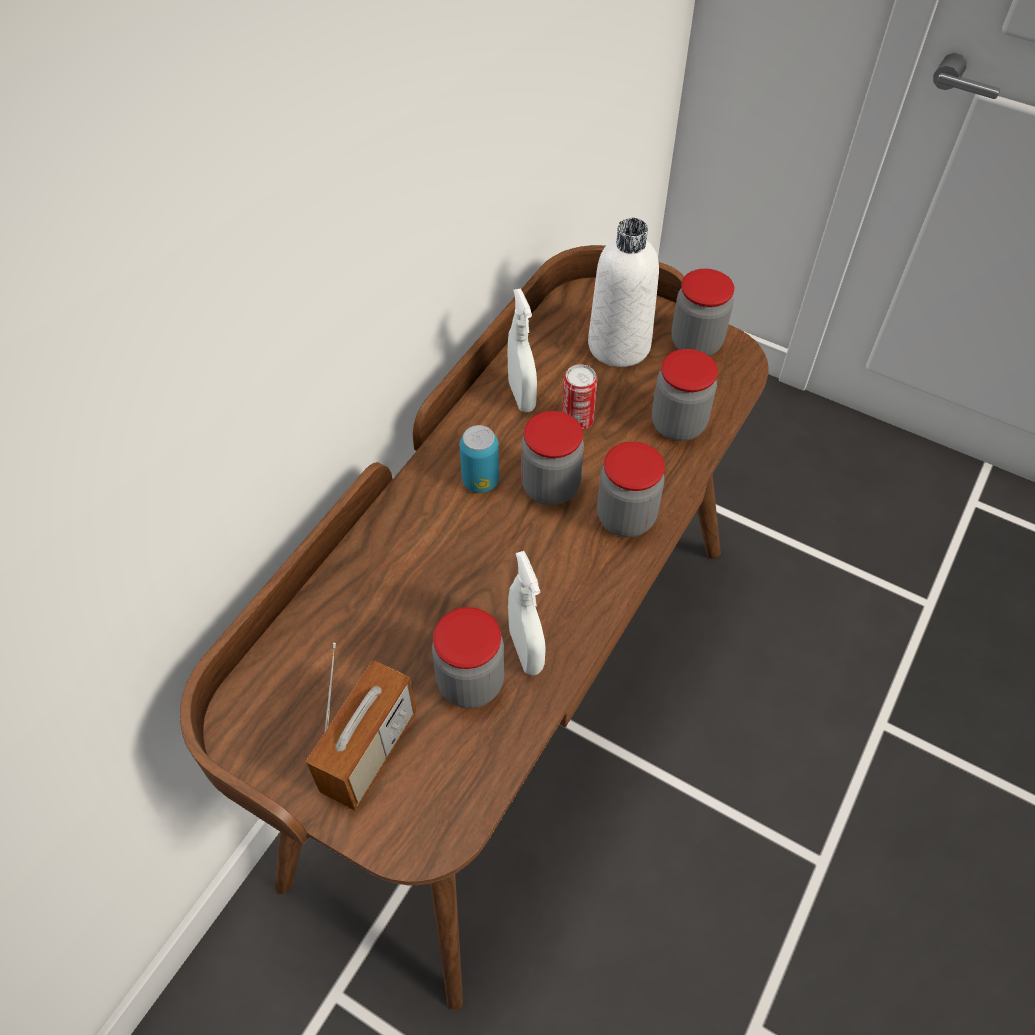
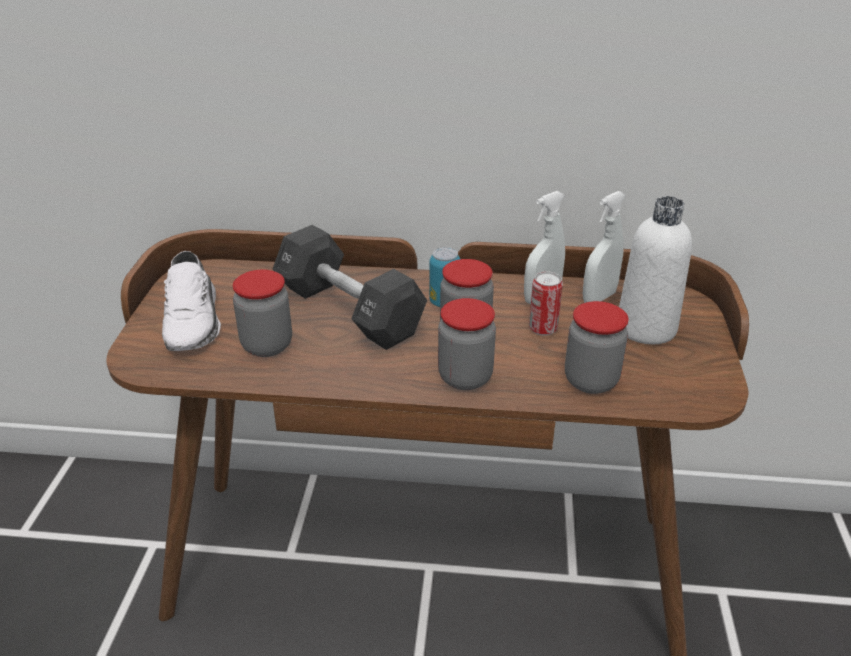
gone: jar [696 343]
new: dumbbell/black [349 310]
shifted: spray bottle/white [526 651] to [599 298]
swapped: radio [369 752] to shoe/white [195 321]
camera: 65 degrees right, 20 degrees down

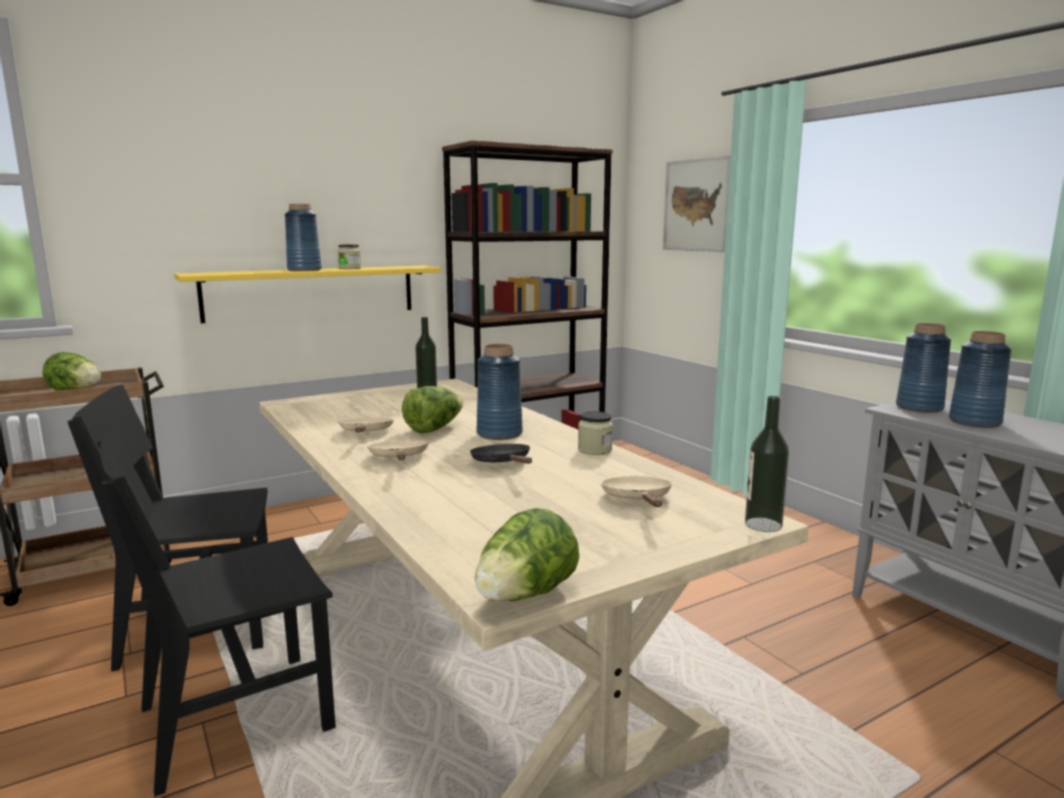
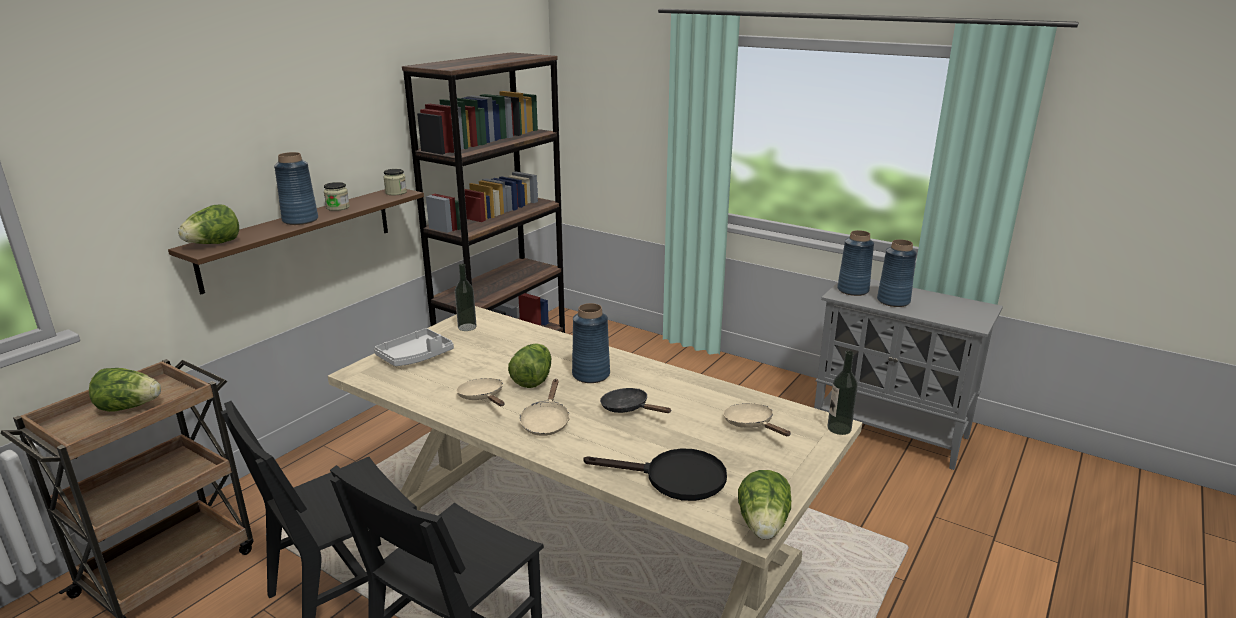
gone: picture [696 205]
new: lettuce [214 244]; tray/grey [415 357]; frying pan/black [674 478]
shifted: jar [594 450] to [396 192]
repainted: shelf/yellow [311 292] to shelf/brown [299 237]
rotated: frying pan/beige [399 458] = [546 422] 135 degrees counterclockwise
camera: 25 degrees left, 10 degrees up

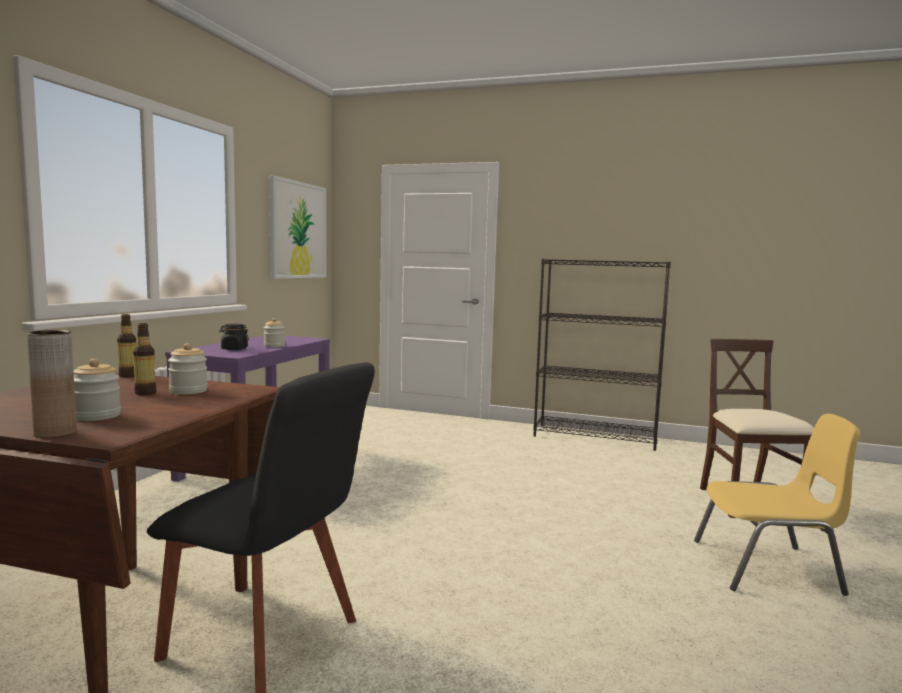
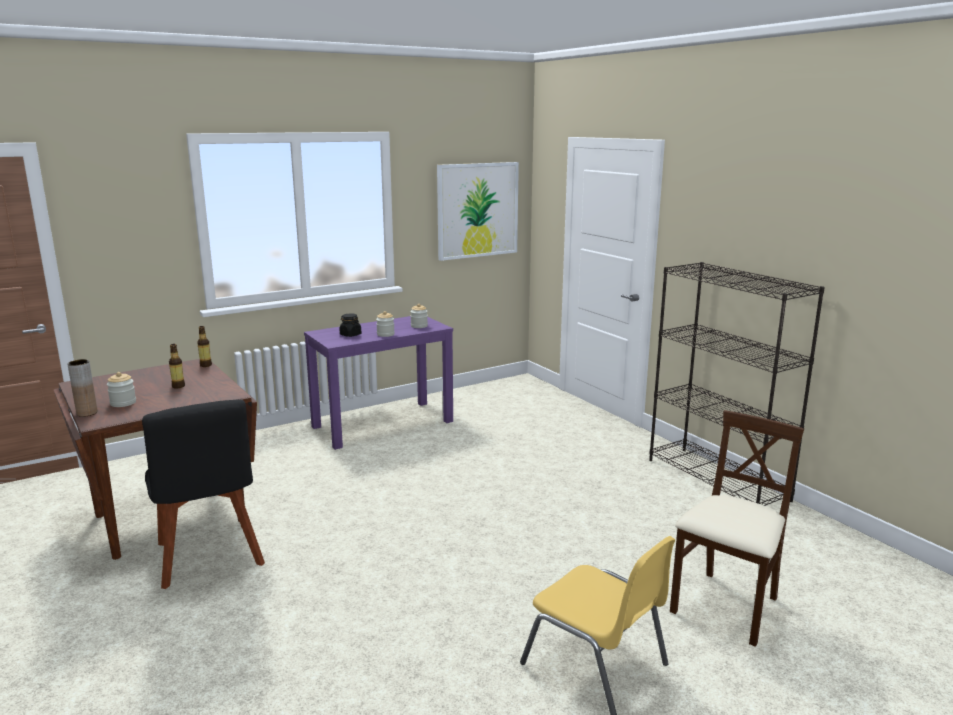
shifted: jar [188 391] to [419 326]
camera: 40 degrees right, 10 degrees up

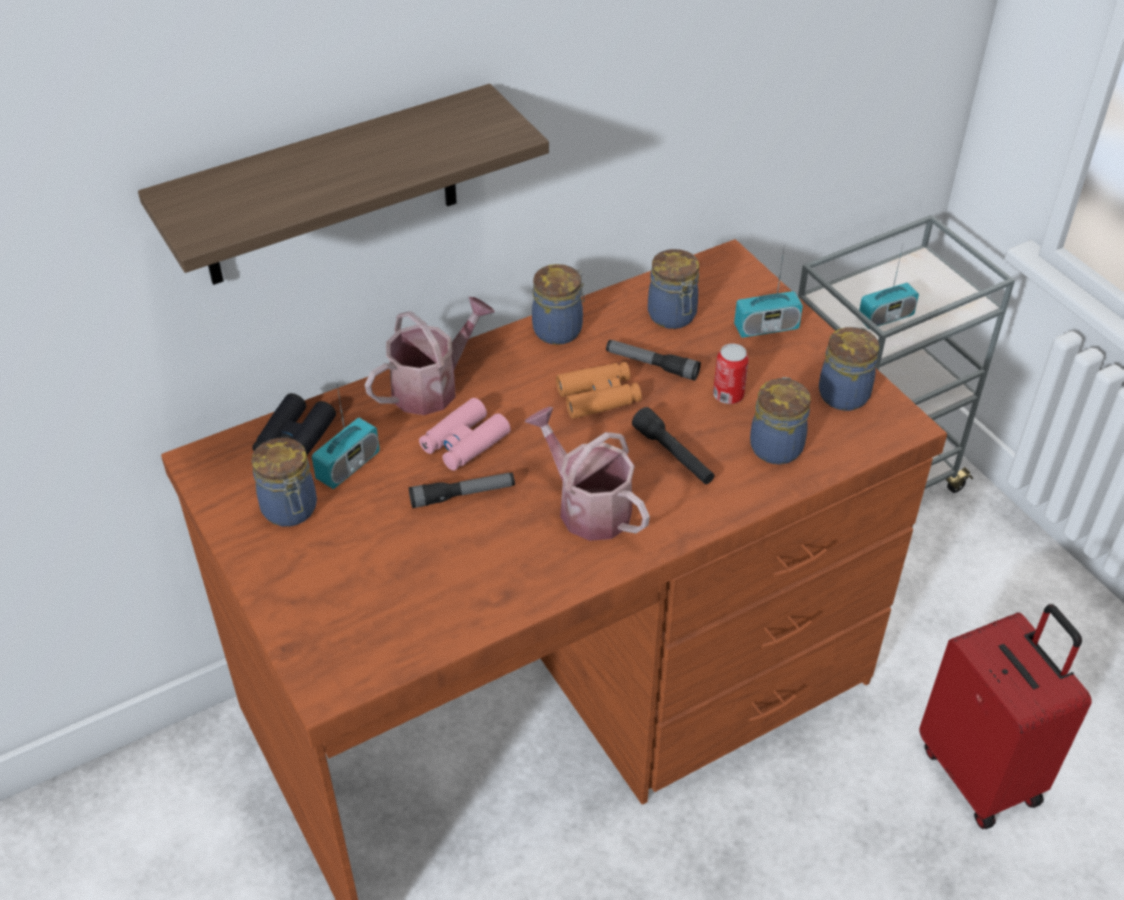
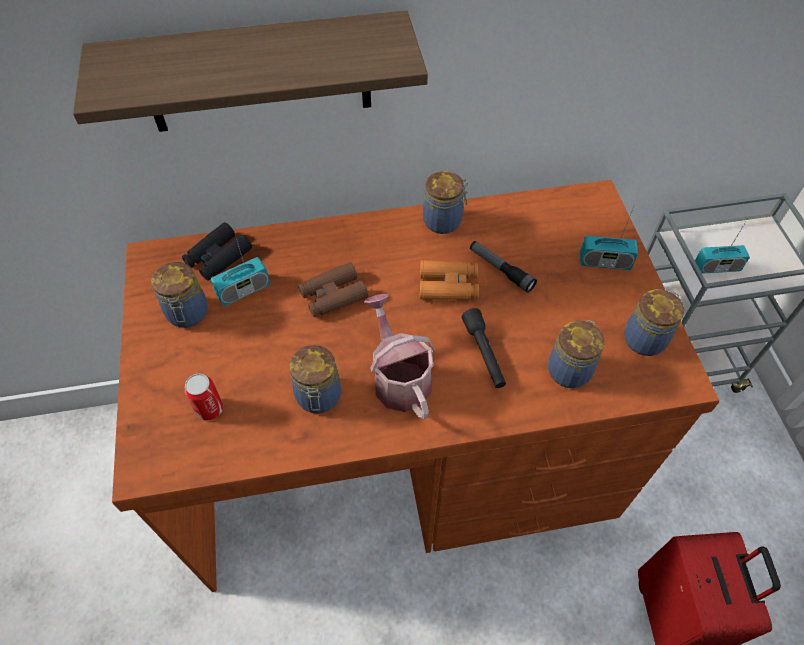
gone: watering can [432 386]; flashlight [462 495]
shifted: jar [672 317] to [318 397]; can [728 395] to [209 409]
repainted: binoculars/pink [464 443] to binoculars/brown [333 295]
camera: 20 degrees right, 10 degrees up

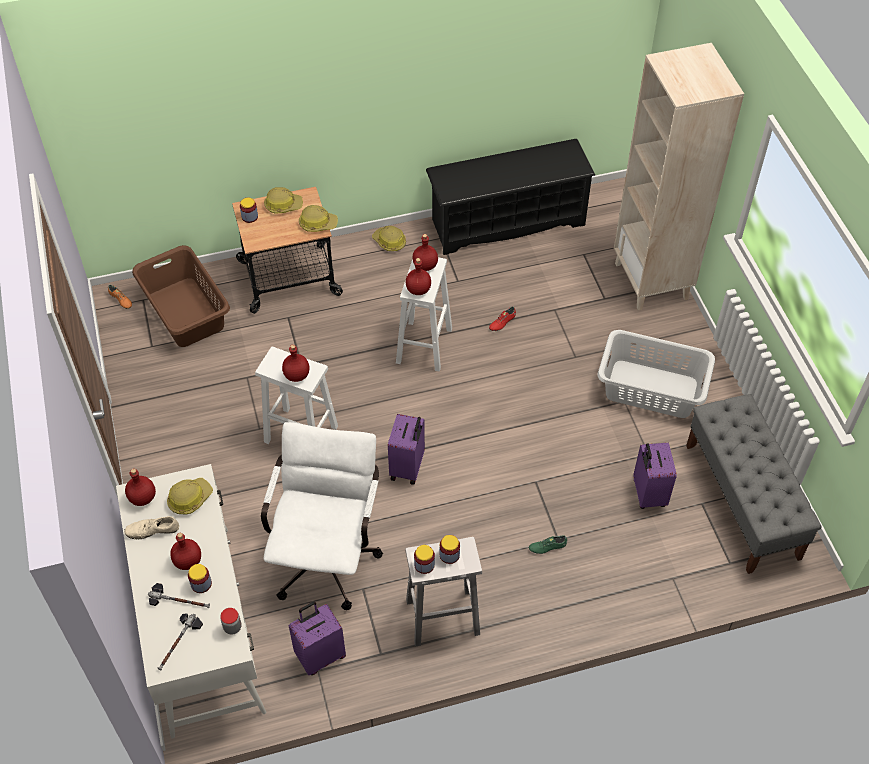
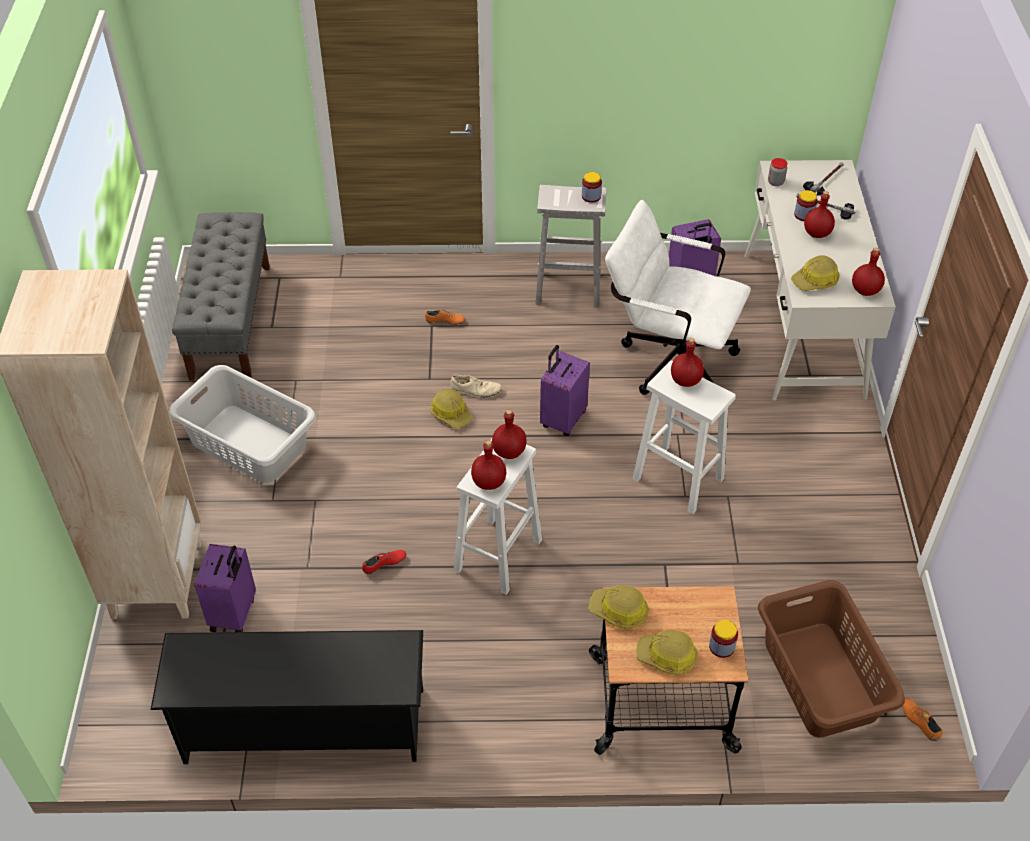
gone: jar [449 555]
shifted: hard hat [389 242] to [451 413]; suitcase/purple [648 494] to [234 614]; shoe/beige [152 530] to [476 390]
repainted: shoe/green [547 547] to shoe/orange [445 321]
rotated: office chair/white [327 553] = [668 358] 90 degrees clockwise
camera: 165 degrees left, 5 degrees down

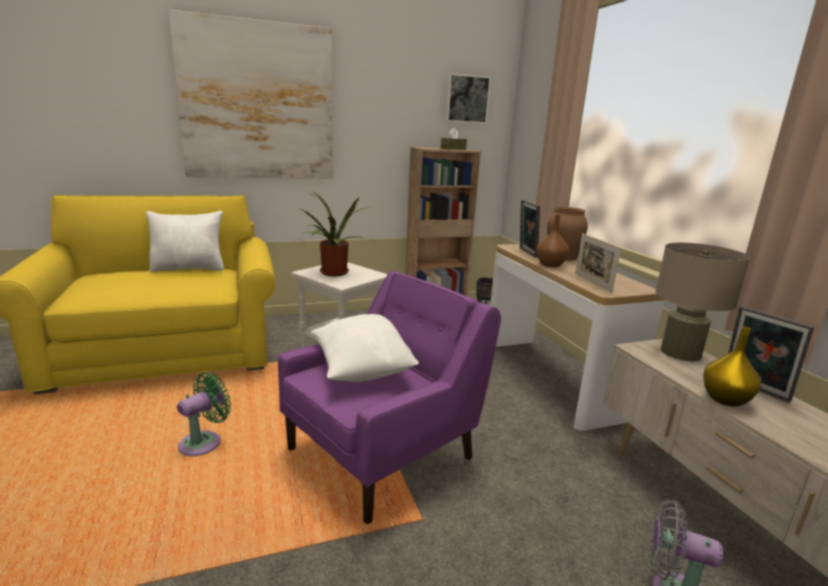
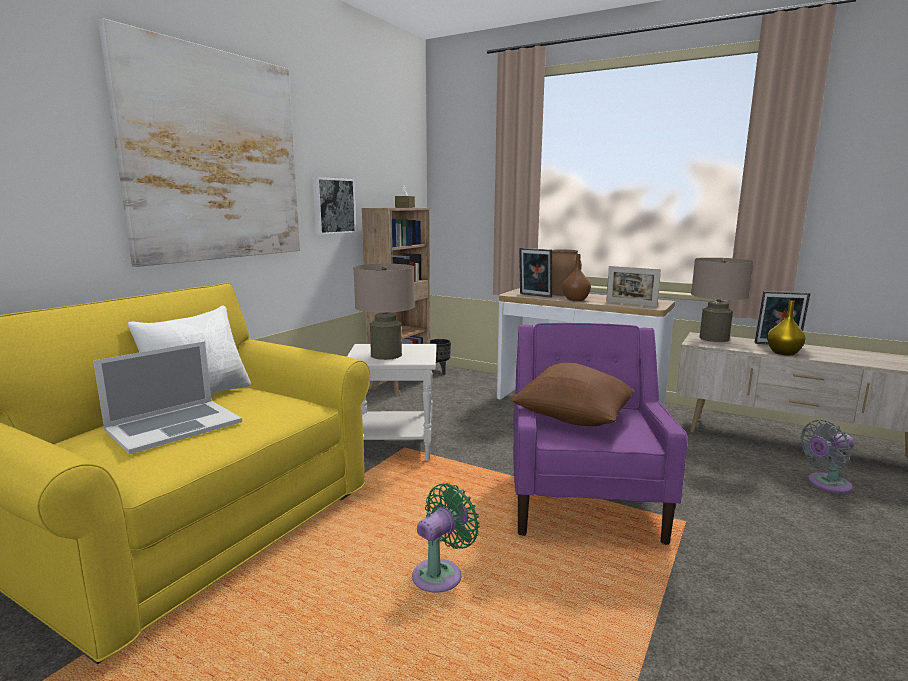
new: laptop [174 425]
shifted: picture [466 99] to [333 206]
swapped: potted plant [333 273] to table lamp/beige [386 355]
repainted: pillow/white [362 369] to pillow/brown [572 419]
rotated: fan/green [204 442] = [441 574] 45 degrees clockwise
camera: 40 degrees left, 5 degrees down

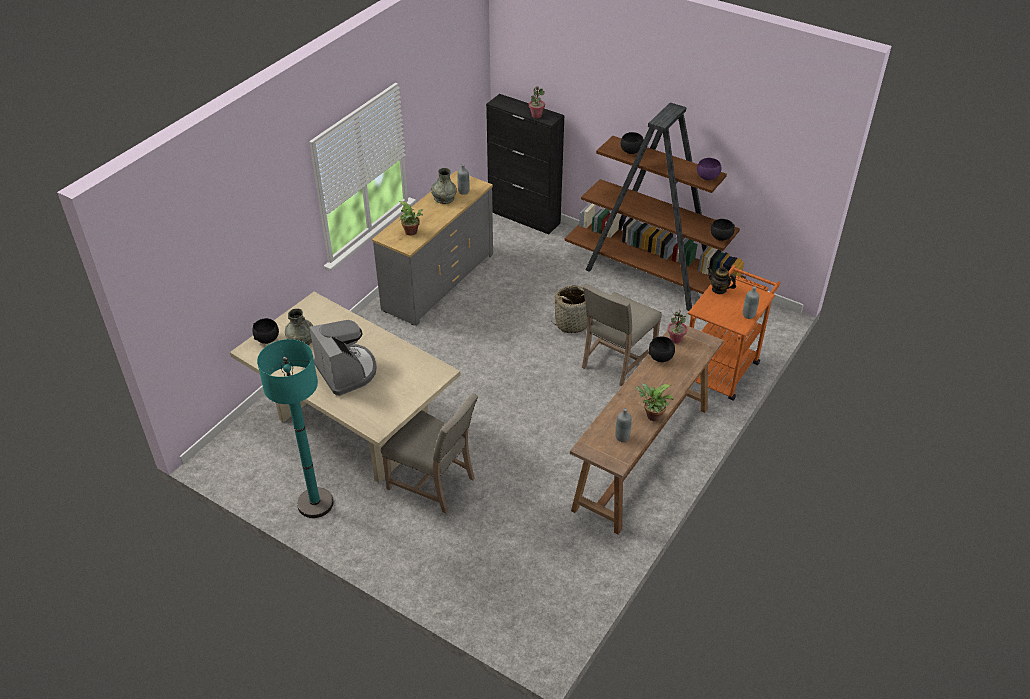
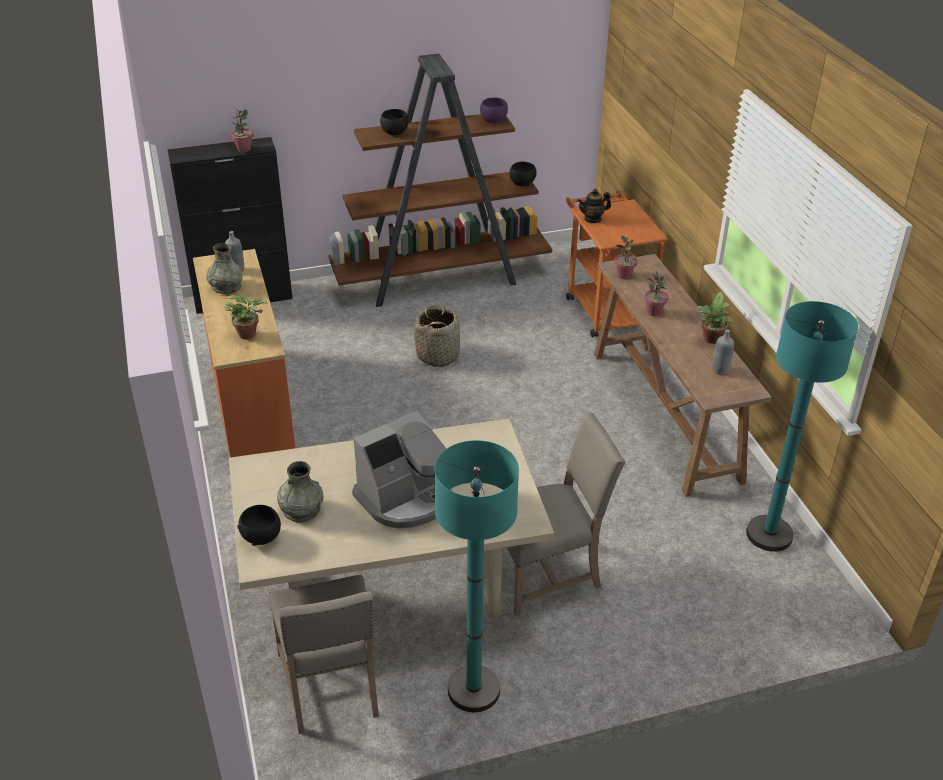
gone: bottle/grey [748 315]; bowl/black [661 357]
new: potted plant [654 312]; floor lamp/turquoise [769 534]
shifted: chair/beige [616 360] to [331 686]
repainted: dresser/grey [438 281] to dresser/orange [250 404]
rotated: coffee machine [347 371] = [406 499] 135 degrees clockwise
camera: 50 degrees left, 5 degrees down

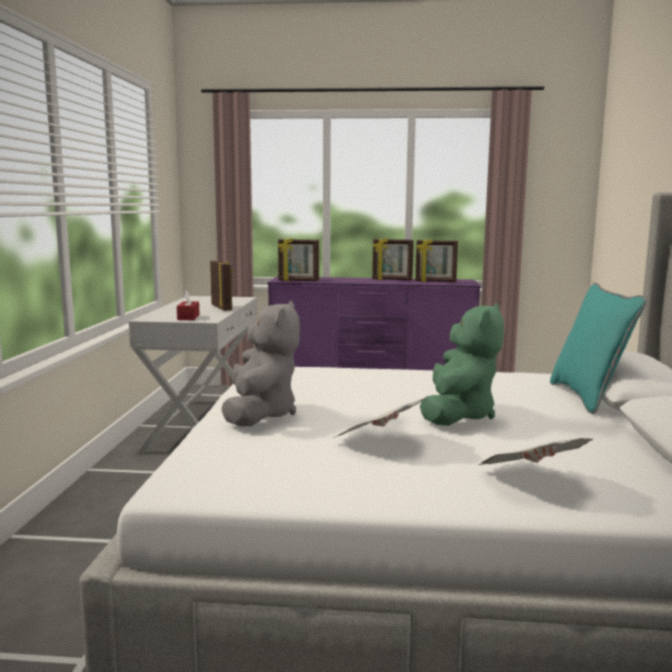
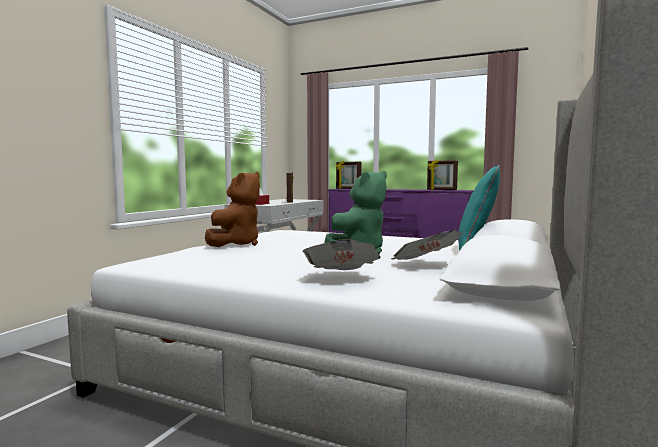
gone: picture frame [392 280]
shifted: newspaper [378 442] to [425 265]
repainted: plush toy/grey [260 414] to plush toy/brown [236 244]
camera: 20 degrees right, 5 degrees down

